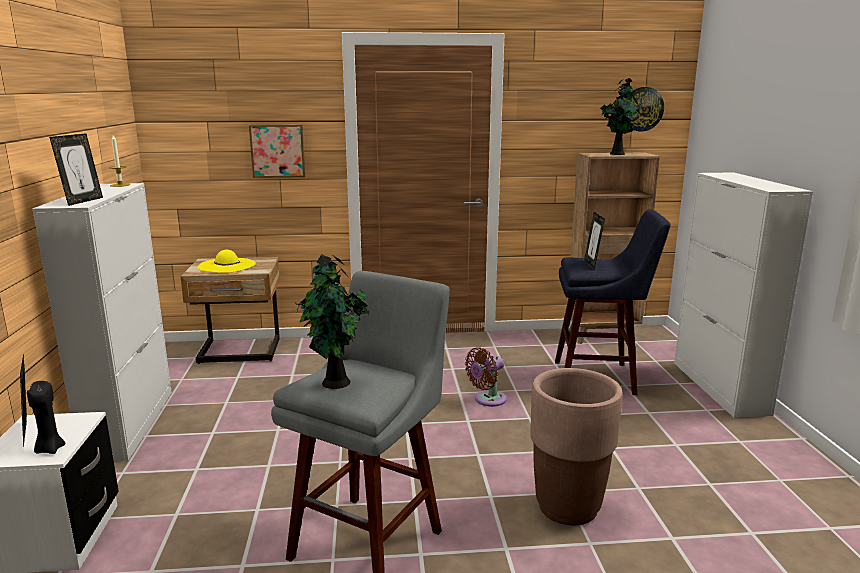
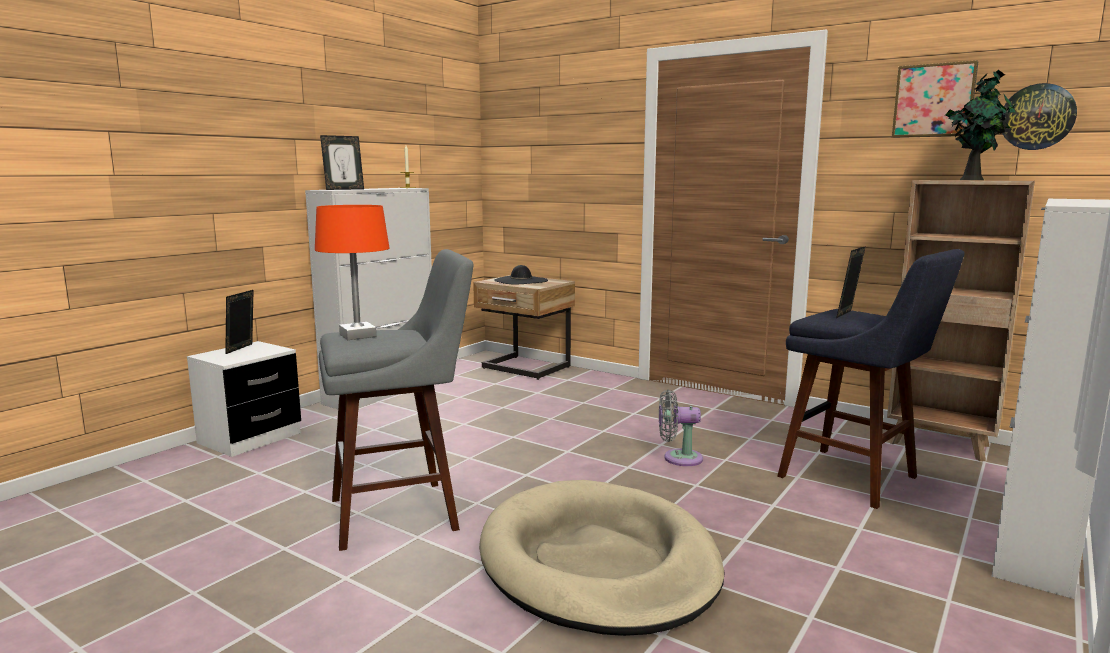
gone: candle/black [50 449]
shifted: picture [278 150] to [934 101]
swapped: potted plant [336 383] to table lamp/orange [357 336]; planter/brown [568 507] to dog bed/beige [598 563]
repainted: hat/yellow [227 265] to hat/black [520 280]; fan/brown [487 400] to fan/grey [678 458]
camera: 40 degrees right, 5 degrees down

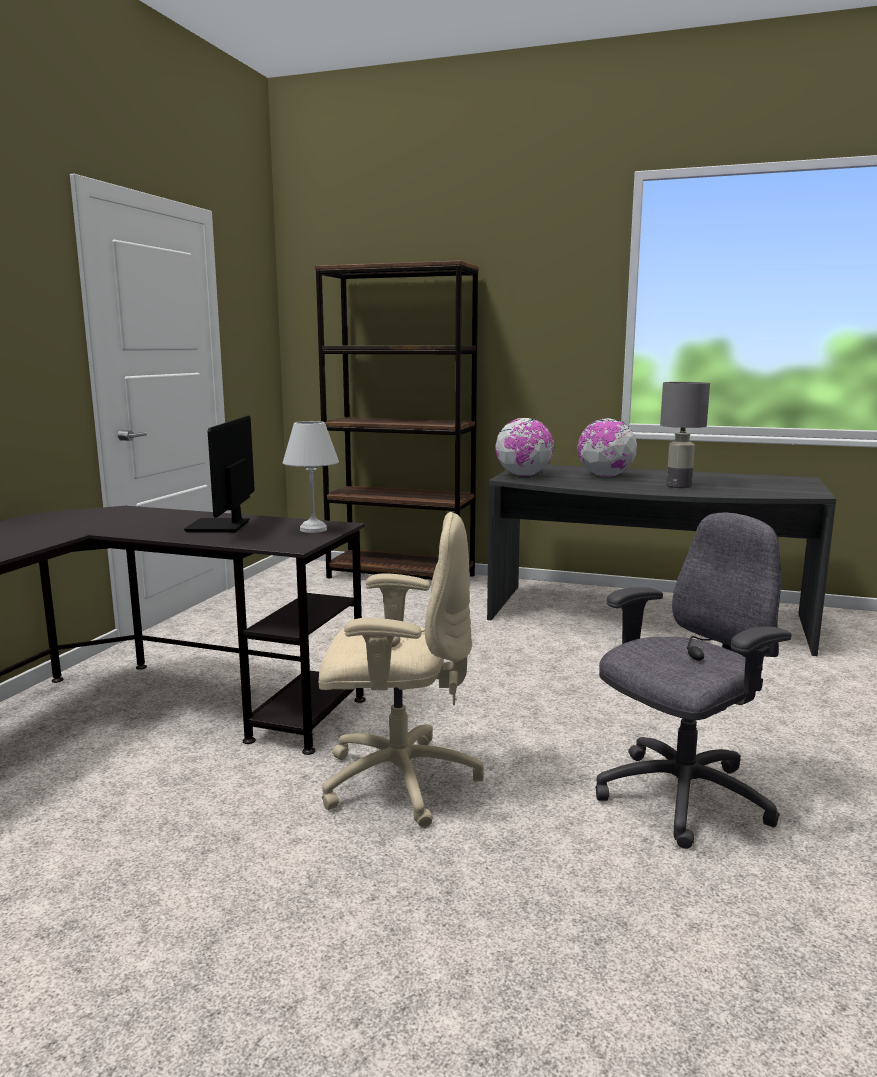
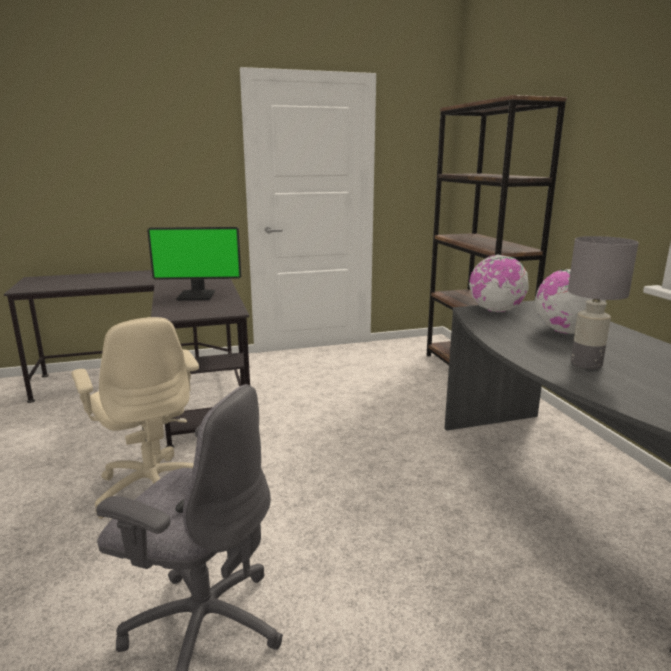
gone: table lamp/white [312 530]
rotated: monitor [221 527] = [197 295] 150 degrees counterclockwise
camera: 55 degrees right, 5 degrees up

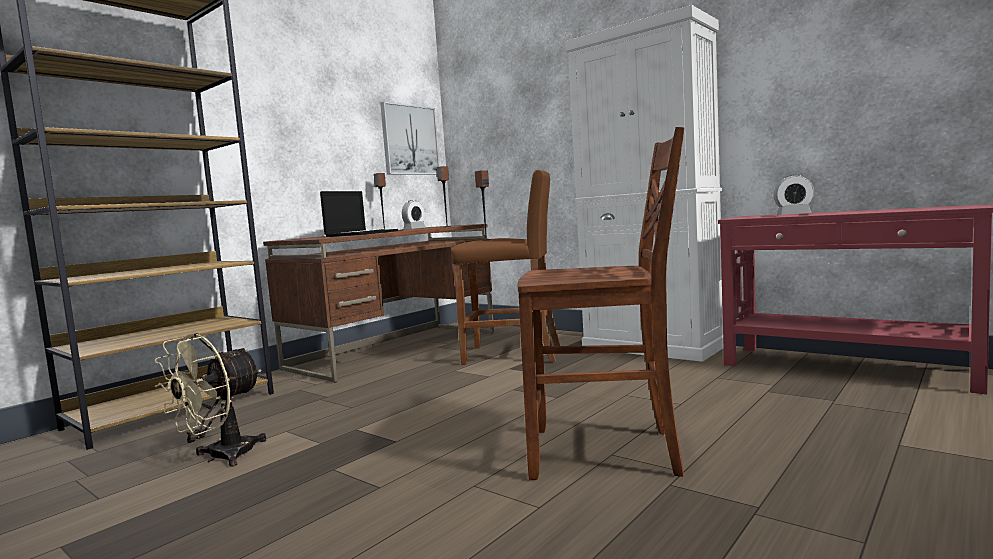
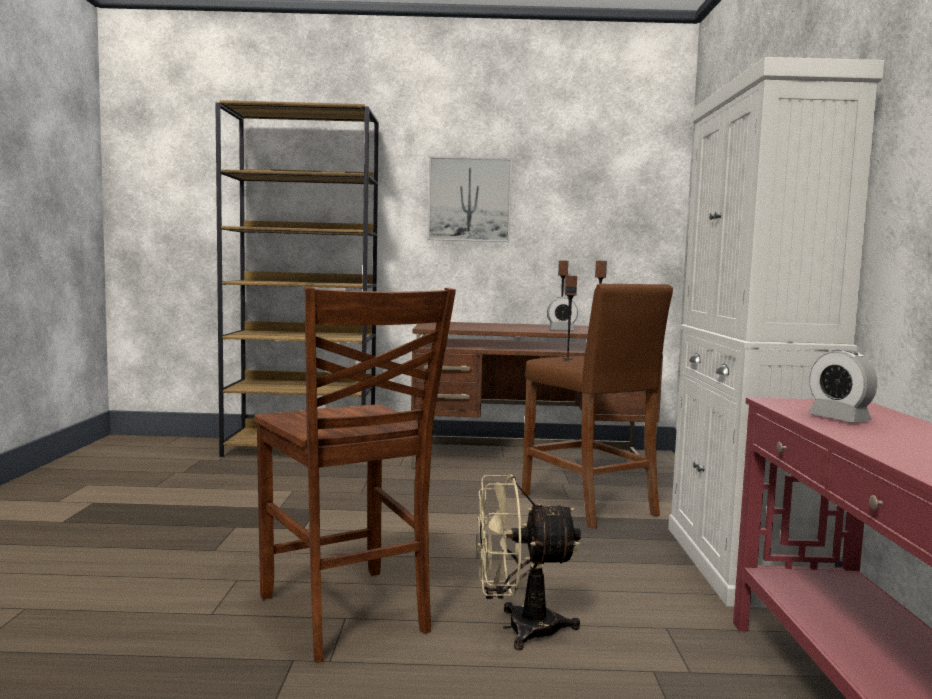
gone: laptop [362 234]
shifted: picture [410 140] to [469 199]; fan/beige [220 457] to [518 628]
camera: 50 degrees right, 0 degrees up

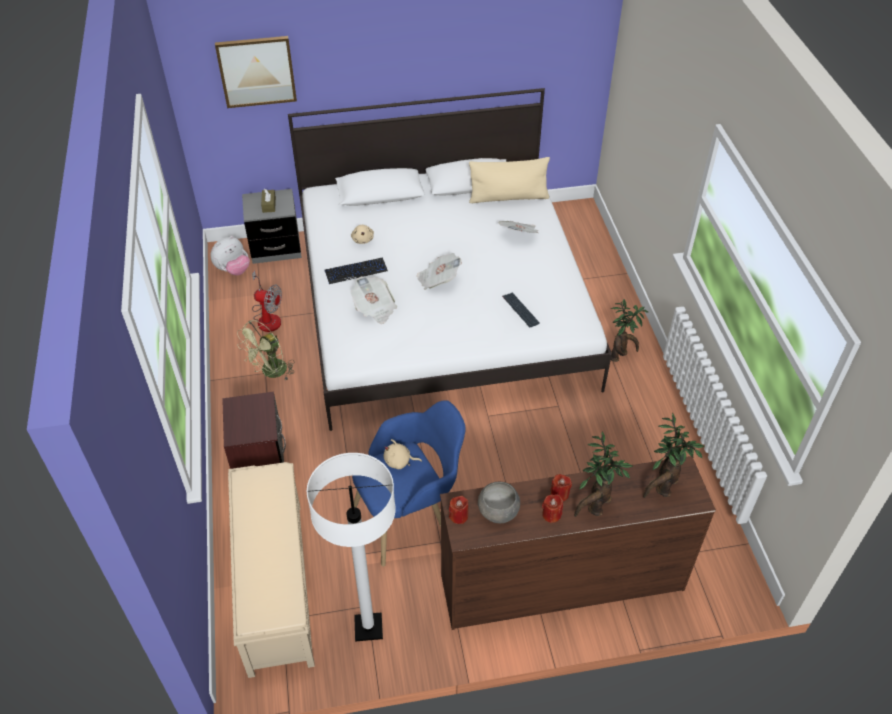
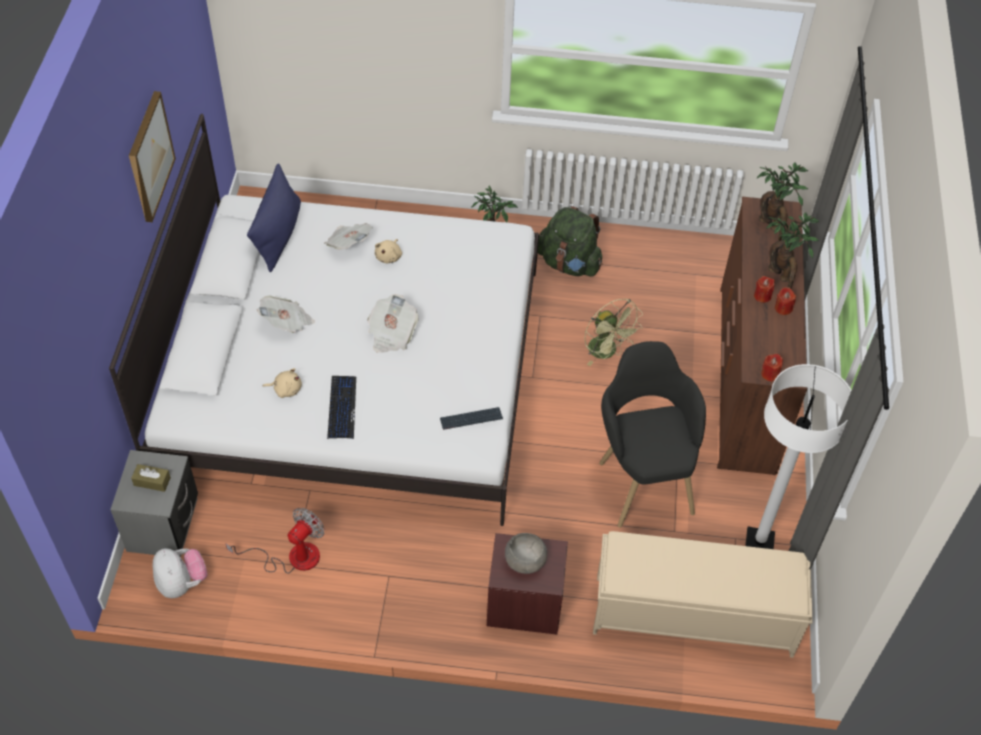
new: backpack/green [569 263]
shifted: picture [256 71] to [149 156]; newspaper [374 308] to [287 323]; keyboard [520 310] to [471 419]; fan/green [270 373] to [607 352]; plush toy/beige [399 461] to [389 256]; bowl/grey [498 511] to [525 560]
repainted: pillow/beige [508 197] to pillow/blue [278 234]; armchair/blue [411 518] to armchair/black [642 476]
camera: 75 degrees left, 5 degrees up

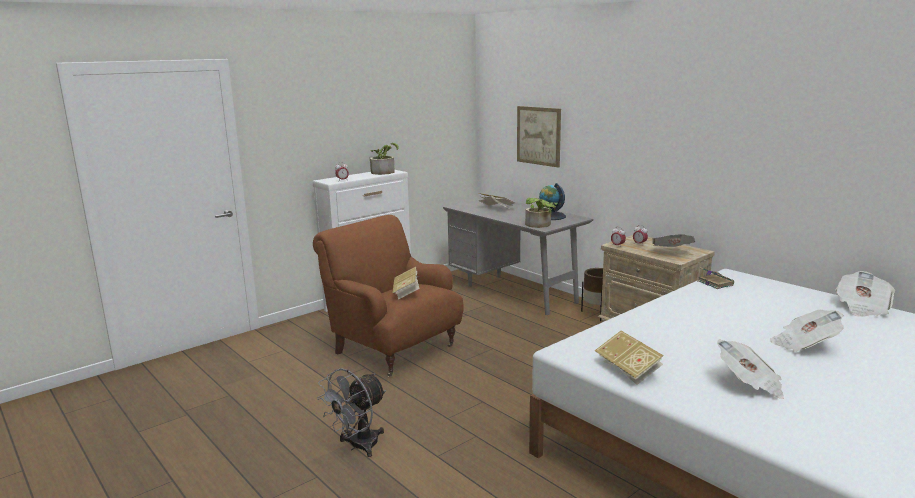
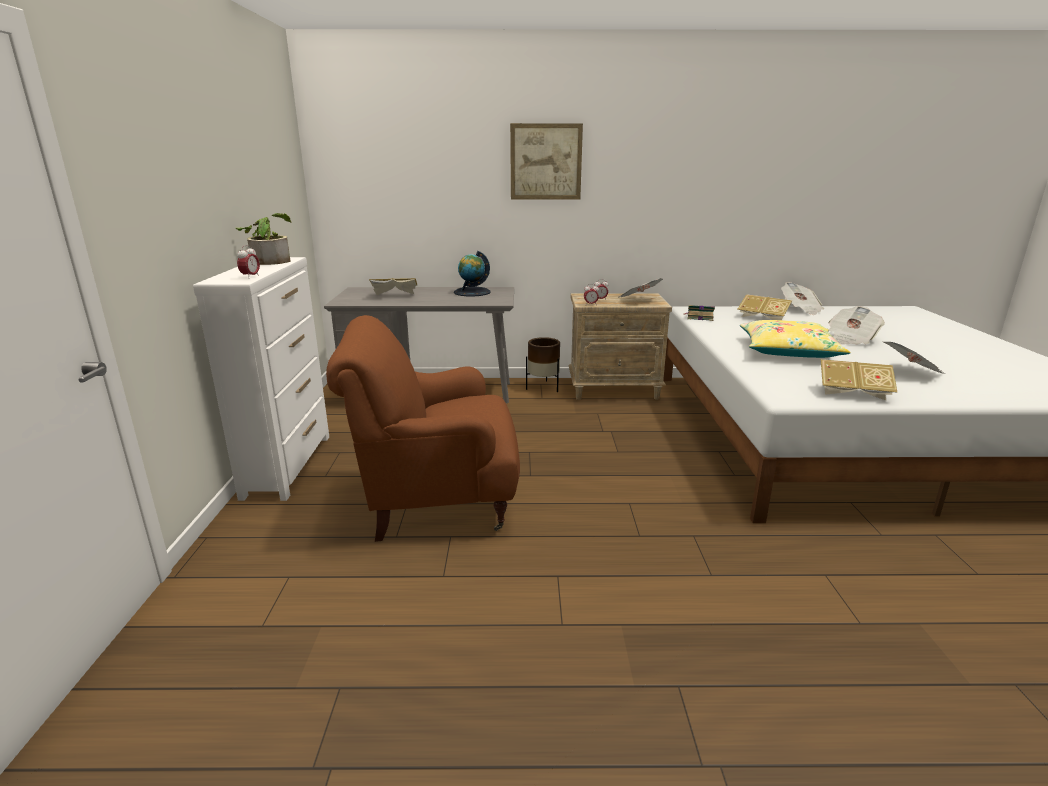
gone: potted plant [540 225]; fan/grey [358 446]
new: pillow/yellow [788 351]
shifted: picture [538 136] to [546 162]; book [406 292] to [762 318]
camera: 50 degrees left, 5 degrees up

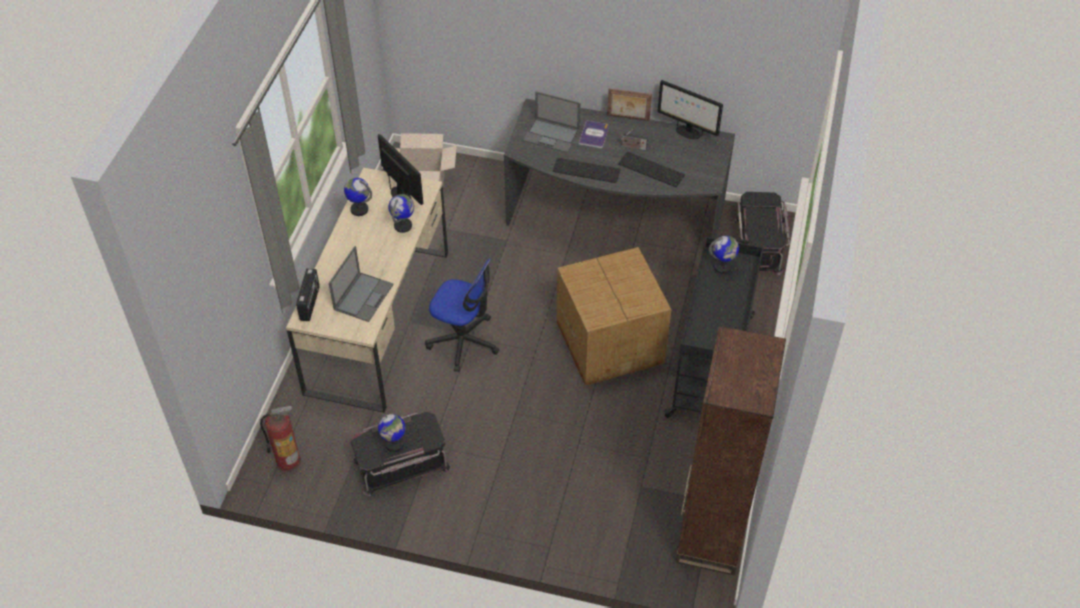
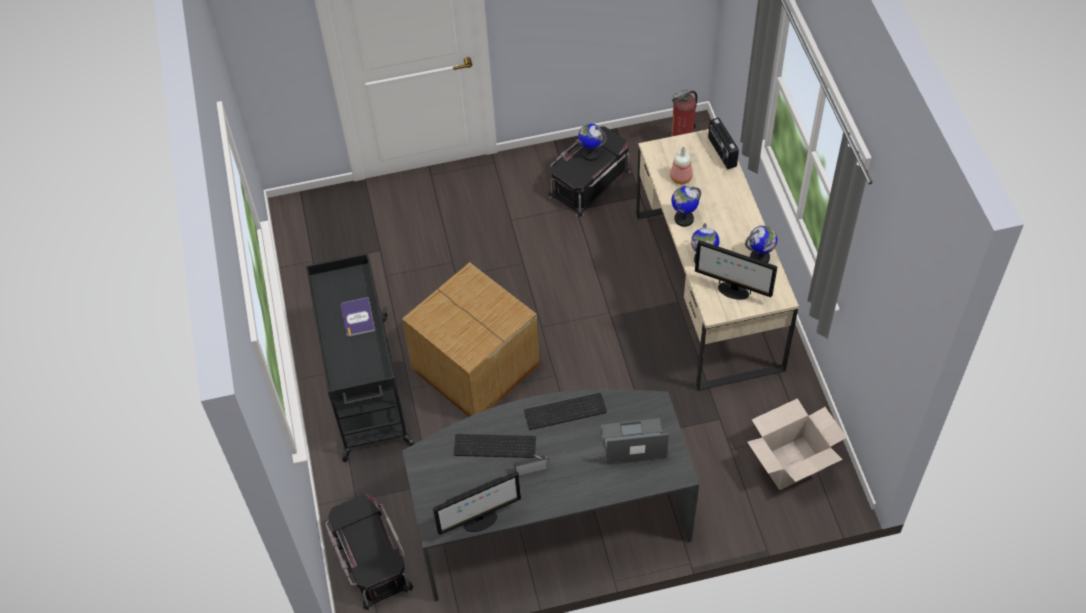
gone: picture frame [628 118]; office chair [463 341]; bookcase/brown [711 532]
shifted: book [594 135] to [357 317]; globe [722 267] to [683 219]
swapped: laptop [363 296] to bottle [681 178]
rotated: monitor [687 132] = [480 521] 150 degrees clockwise
camera: 155 degrees right, 5 degrees up

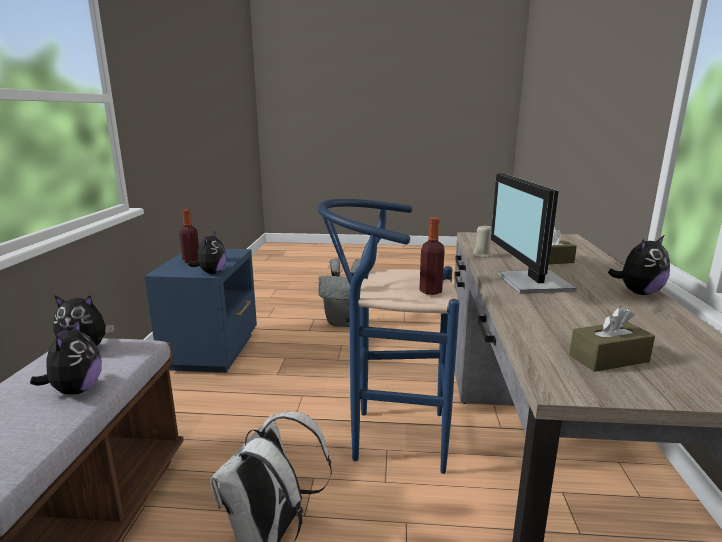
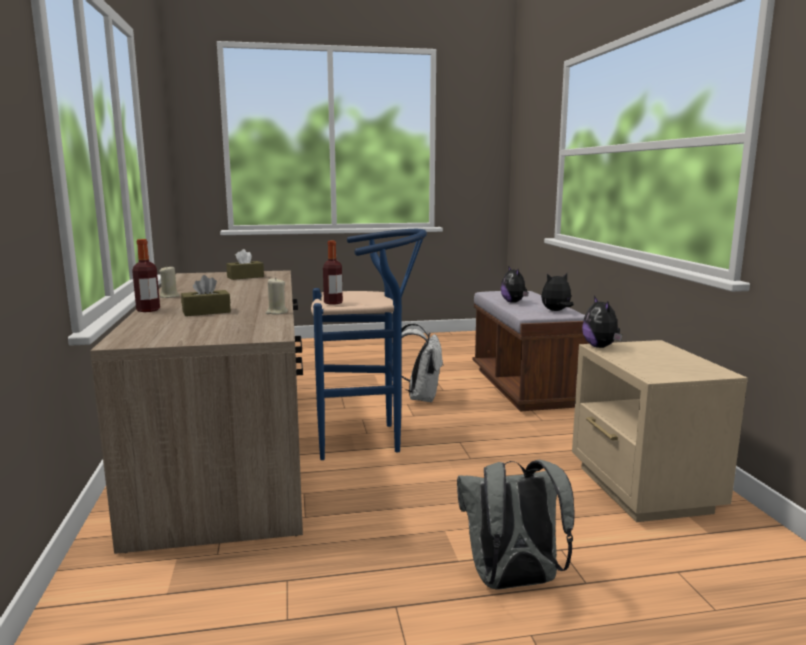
gone: monitor [532 283]
shifted: bottle [191 261] to [148 310]
swapped: plush toy [638 292] to candle/beige [170 296]
repainted: nightstand/blue [214 351] to nightstand/beige [642 490]
camera: 165 degrees right, 5 degrees down

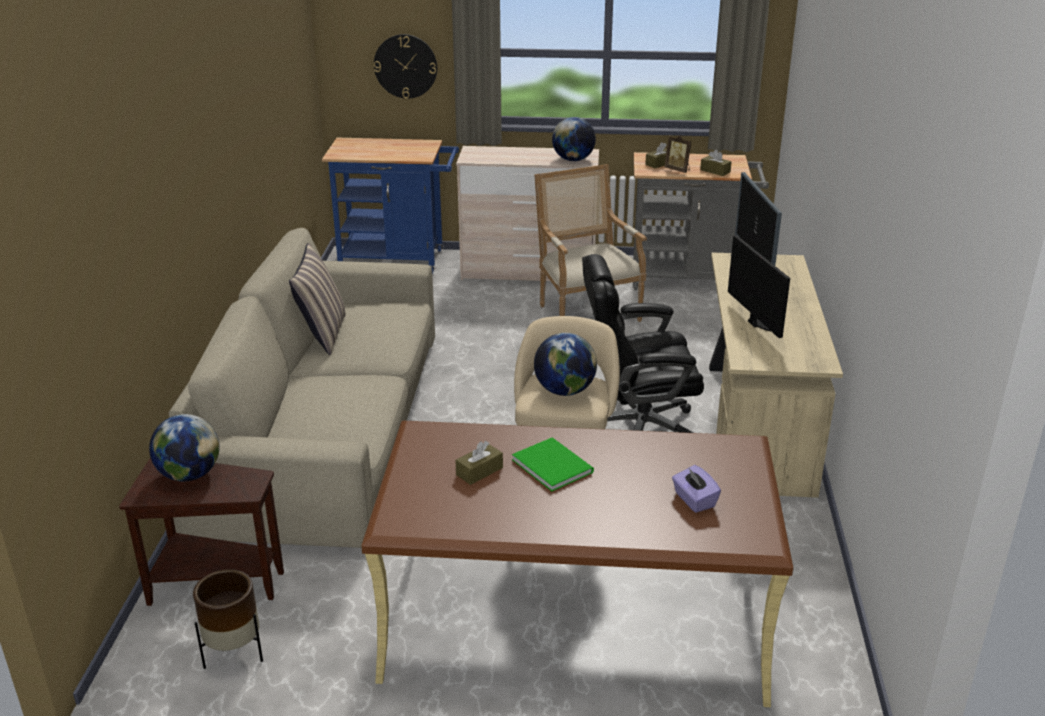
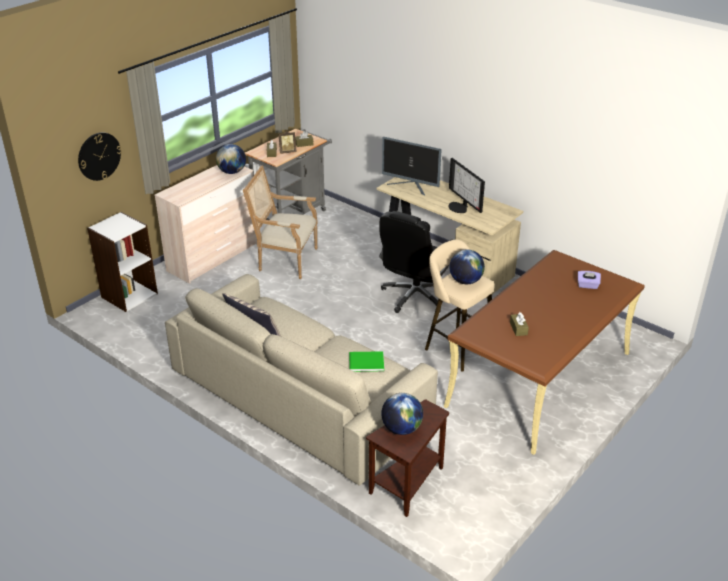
gone: planter/brown [233 653]
shifted: book/green [552 464] to [365 362]
swapped: cart/blue [398 260] to bookcase/white [129 295]
rotated: monitor [761 322] = [460 207] 135 degrees counterclockwise
camera: 55 degrees left, 5 degrees up

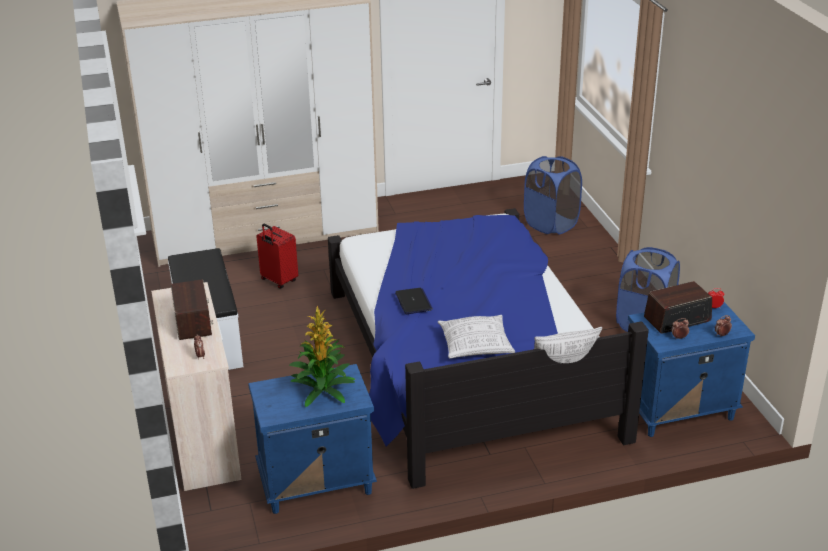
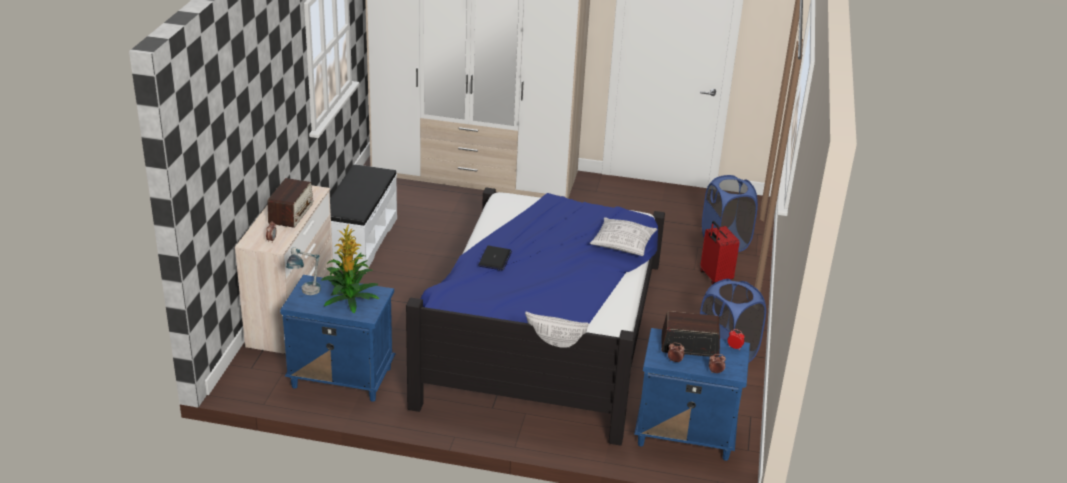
new: table lamp [306 294]
shifted: suitcase/red [278 281] to [714 277]; pillow [475 346] to [622 245]
camera: 25 degrees right, 0 degrees up

